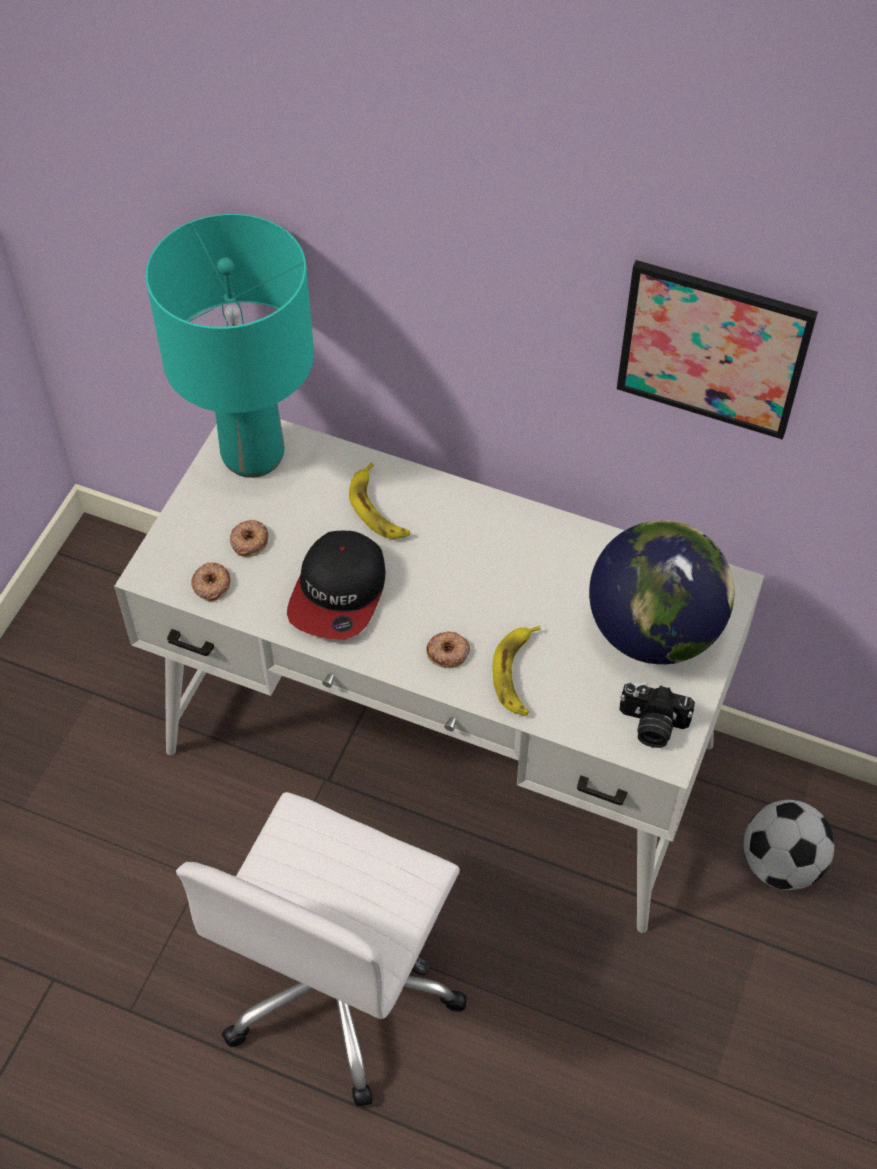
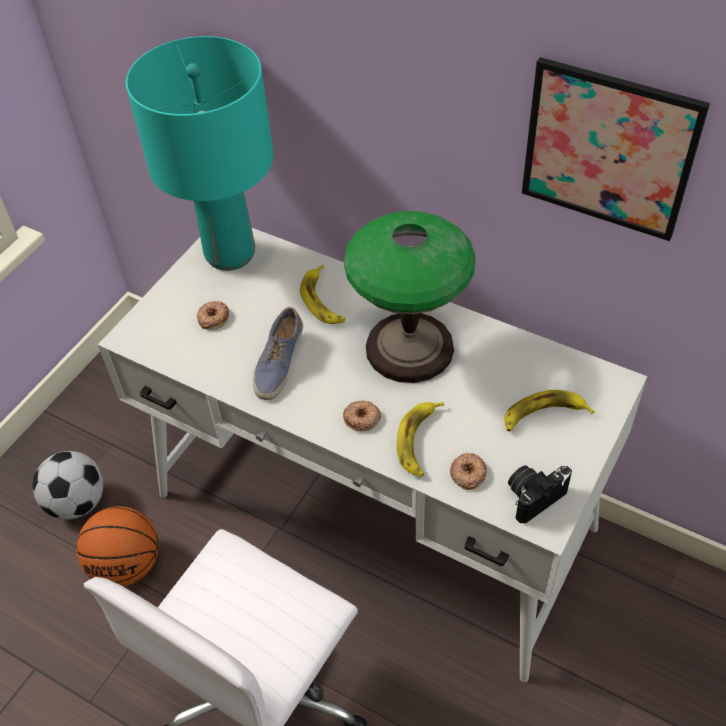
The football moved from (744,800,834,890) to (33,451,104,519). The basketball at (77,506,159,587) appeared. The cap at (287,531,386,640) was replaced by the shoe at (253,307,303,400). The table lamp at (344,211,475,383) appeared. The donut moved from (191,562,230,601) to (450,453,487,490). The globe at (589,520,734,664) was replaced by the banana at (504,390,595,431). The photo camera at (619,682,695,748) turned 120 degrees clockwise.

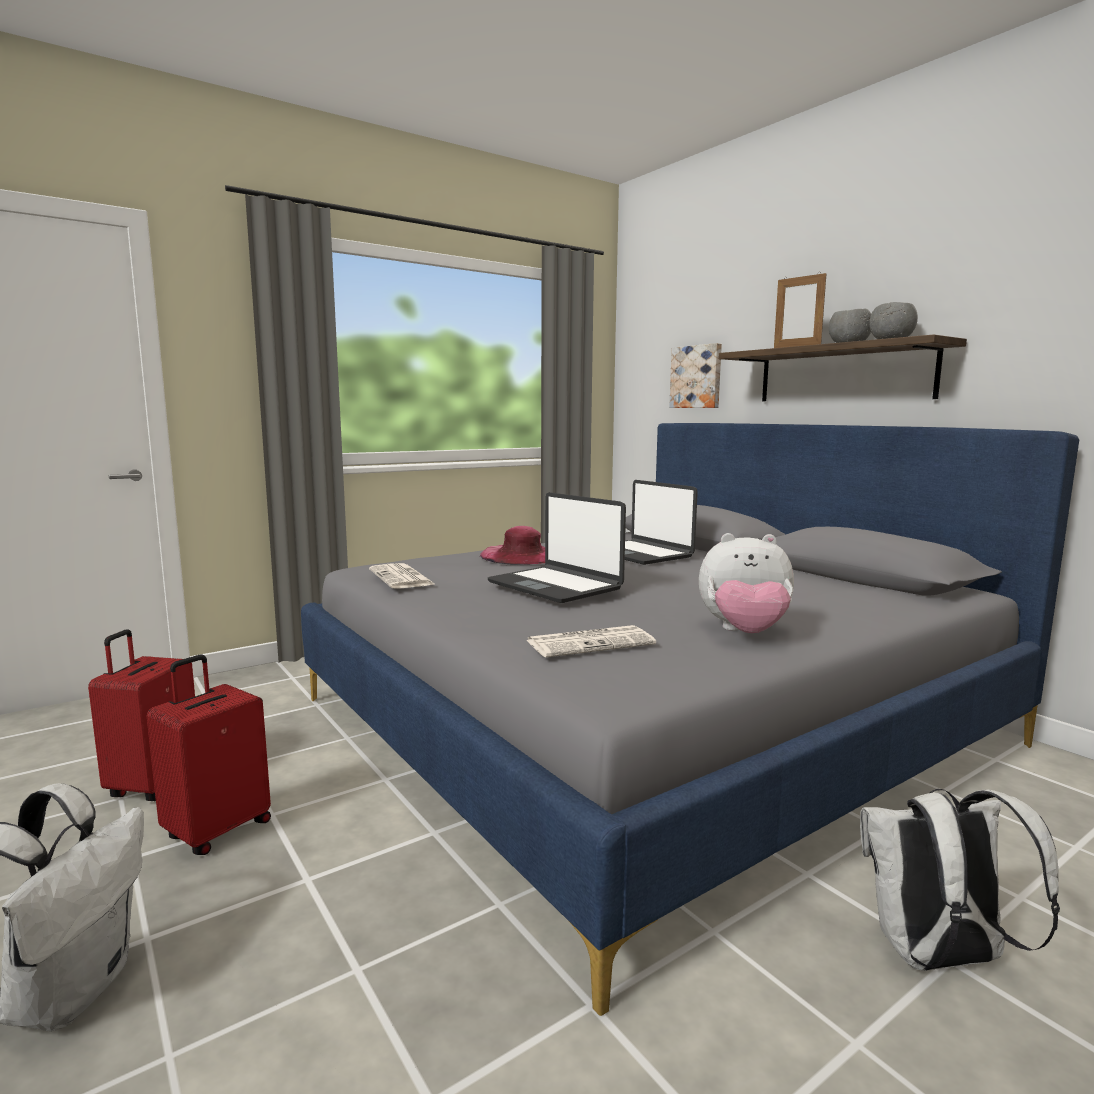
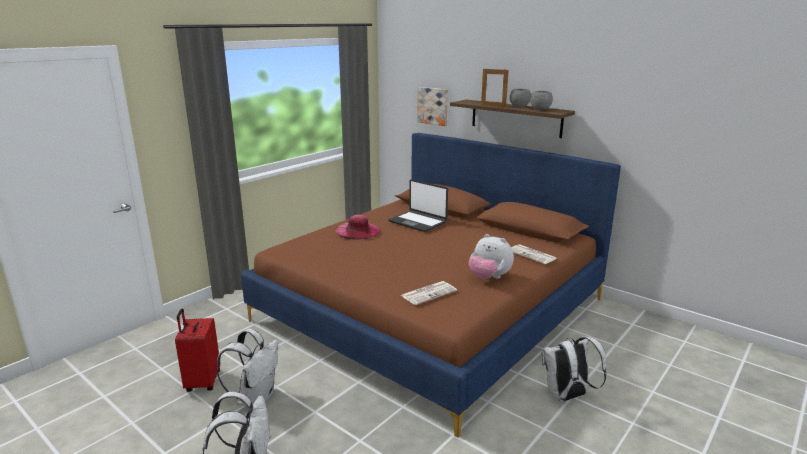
The suitcase in red at (147,655,271,855) was replaced by the backpack in white at (216,329,278,407). The bed in grey at (301,423,1079,1016) became the bed in brown at (241,133,621,438). The plush toy at (699,533,794,633) turned 45 degrees clockwise. The newspaper moved from (369,563,436,589) to (511,244,558,264). The laptop at (488,492,626,603) disappeared.

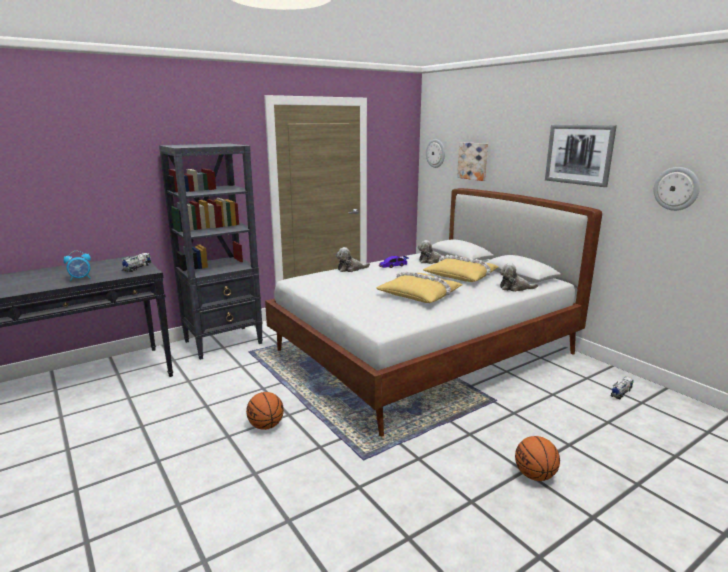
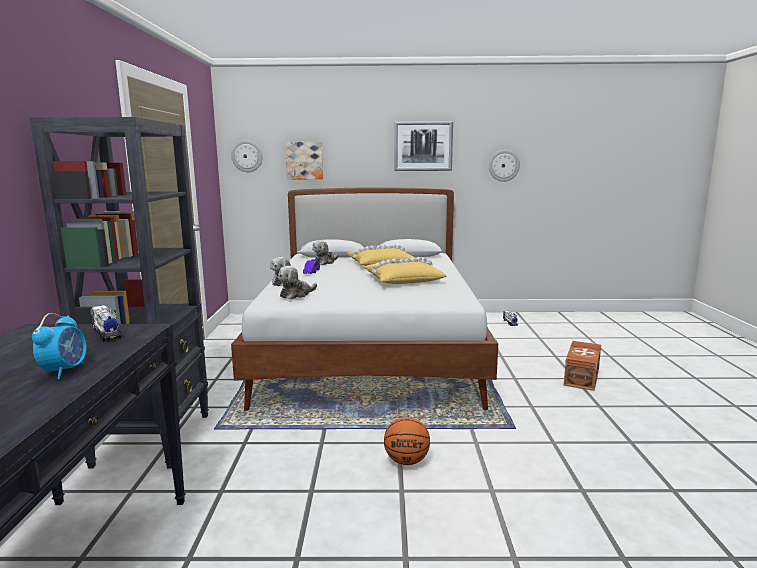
The plush toy moved from (499,263,538,292) to (278,266,317,299). The basketball at (515,436,560,481) was replaced by the storage box in brown at (564,341,601,391).

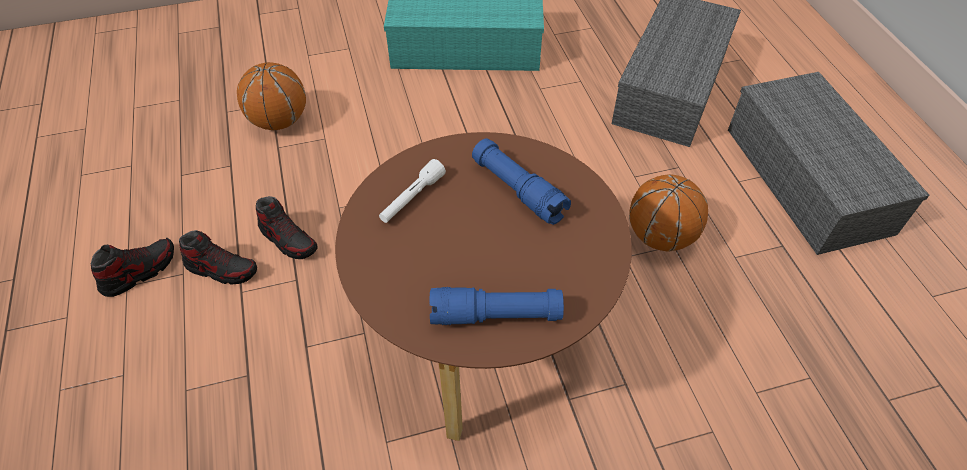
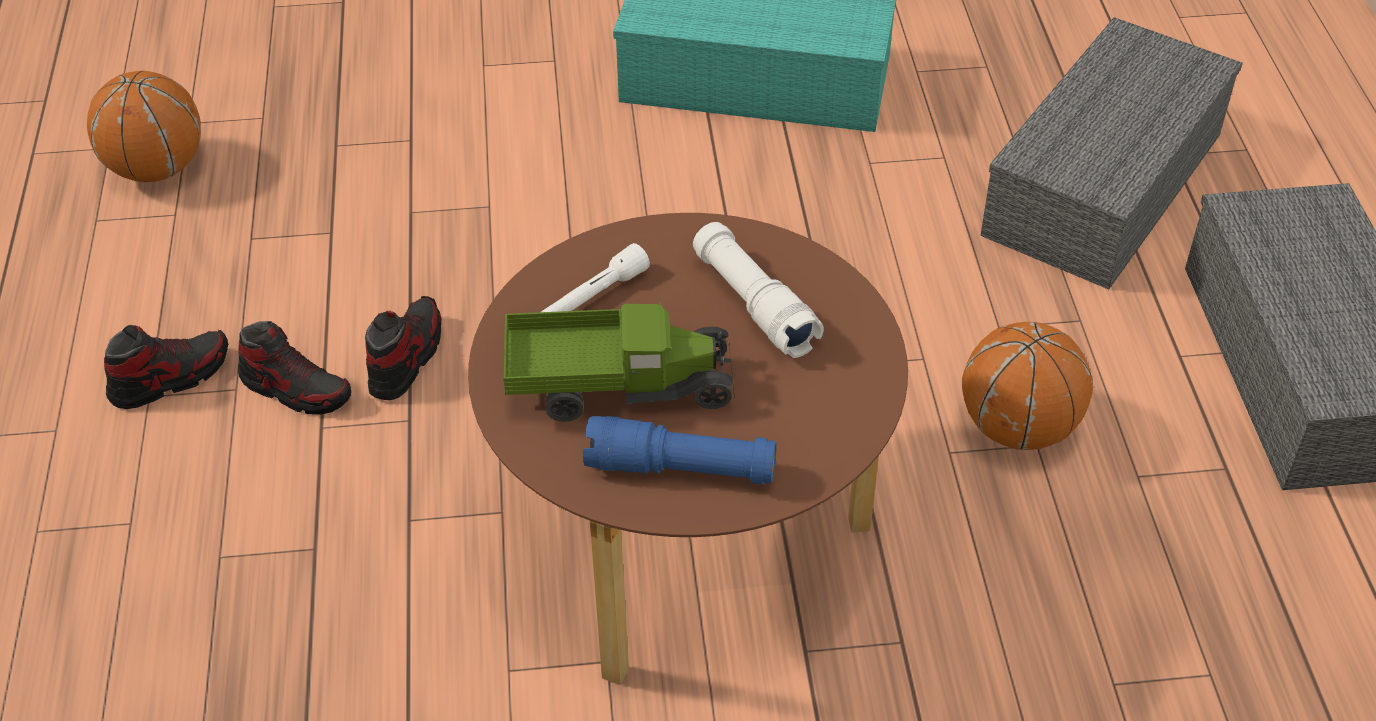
The basketball moved from (237,62,306,130) to (87,71,201,182). The shoe at (256,196,318,259) turned 120 degrees counterclockwise. The toy truck at (503,304,735,422) appeared. The flashlight in blue at (472,139,571,225) became the flashlight in white at (693,222,824,358).

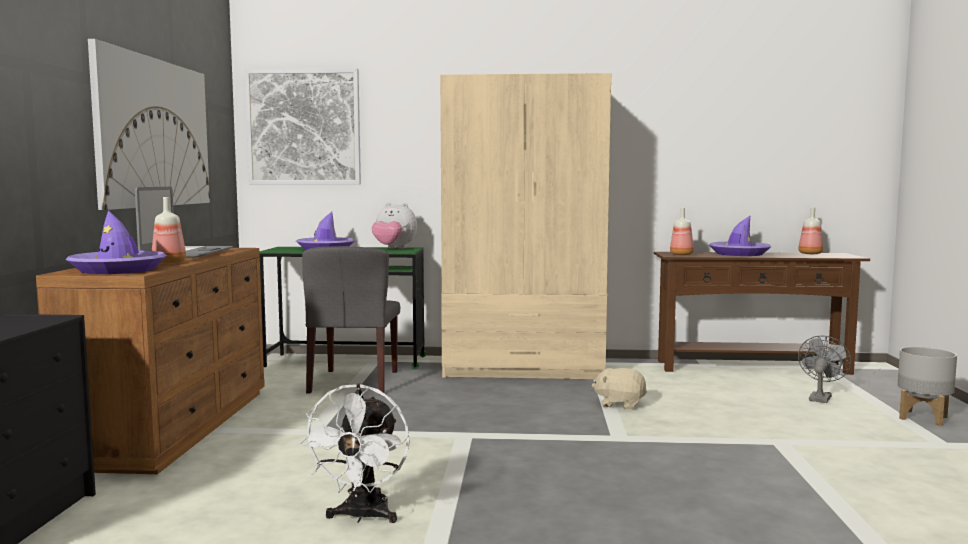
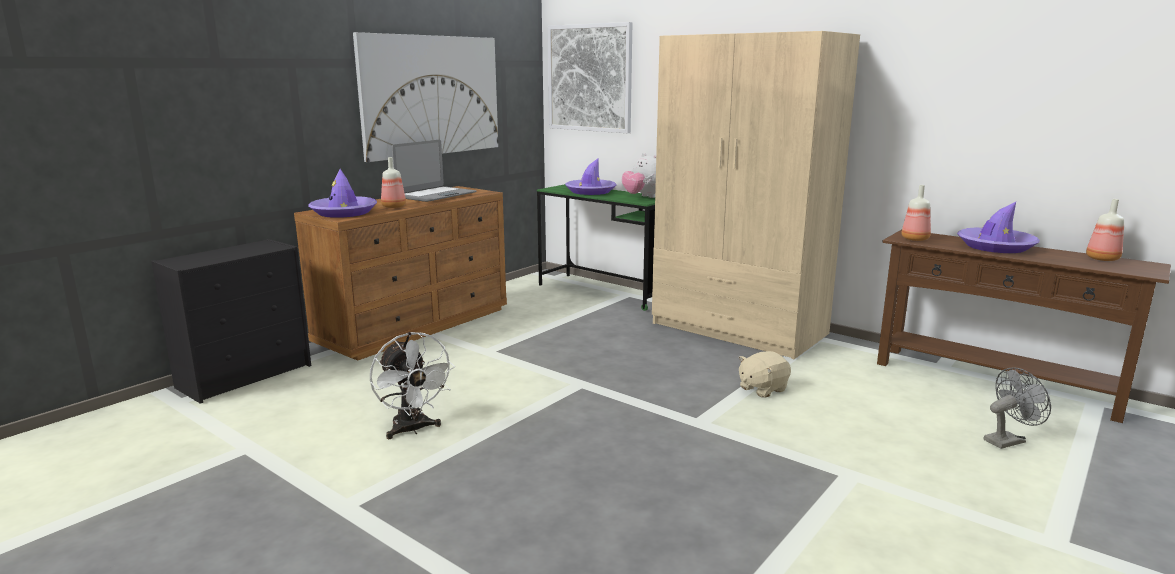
The fan in white at (299,383,410,523) turned 75 degrees counterclockwise. The plush toy in beige at (592,368,647,409) turned 90 degrees counterclockwise. The chair in grey at (302,246,400,394) disappeared. The planter in grey at (898,347,957,426) disappeared.

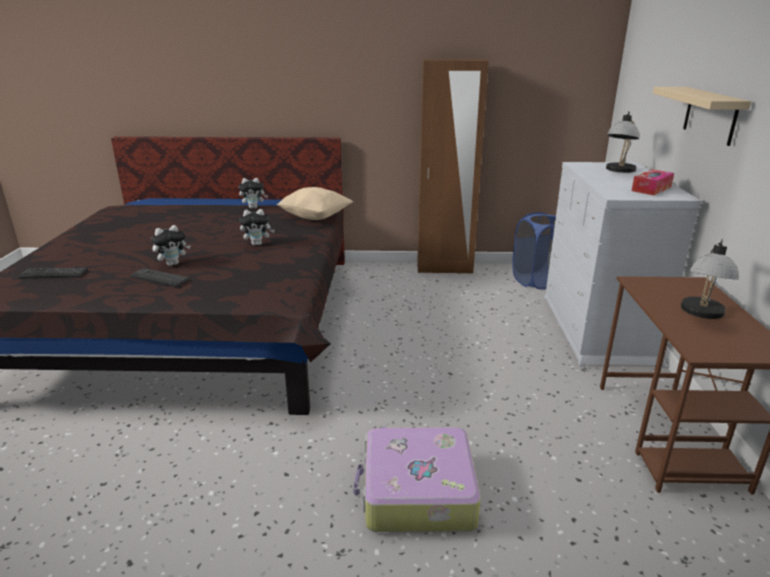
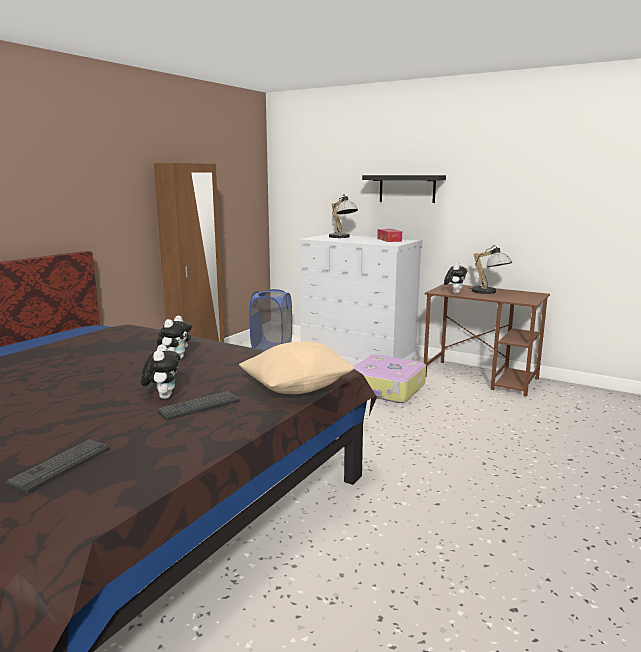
The pillow in beige moved from (277,187,353,220) to (239,341,355,394). The suitcase moved from (353,427,481,532) to (354,354,426,403). The shelf in beige at (653,87,751,146) became the shelf in black at (362,175,446,203). The plush toy moved from (239,178,268,209) to (444,263,467,294).

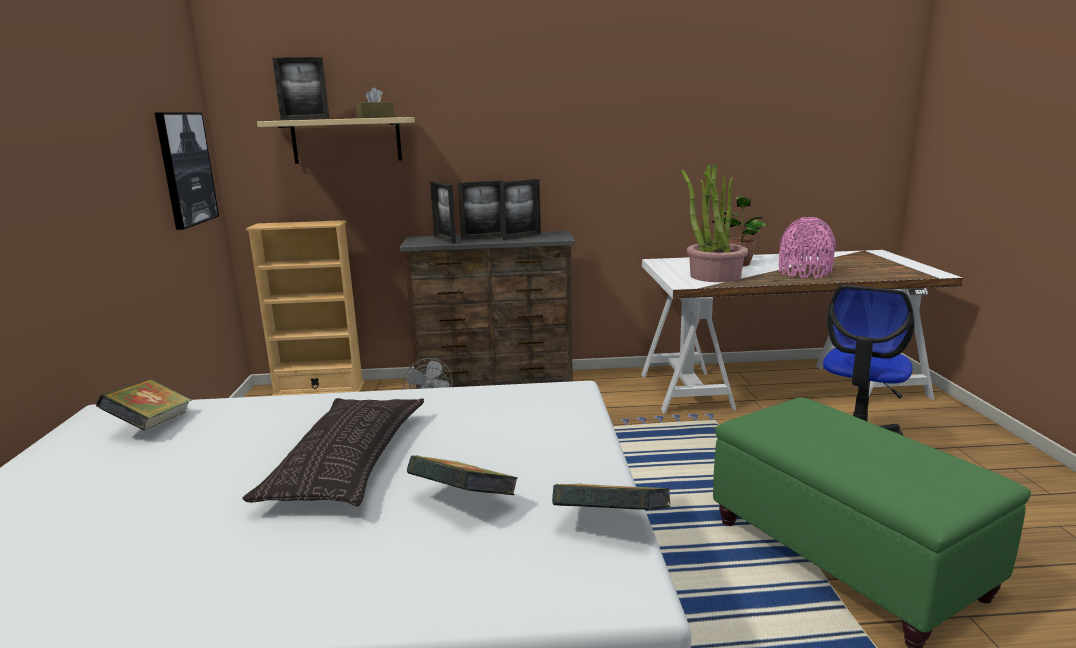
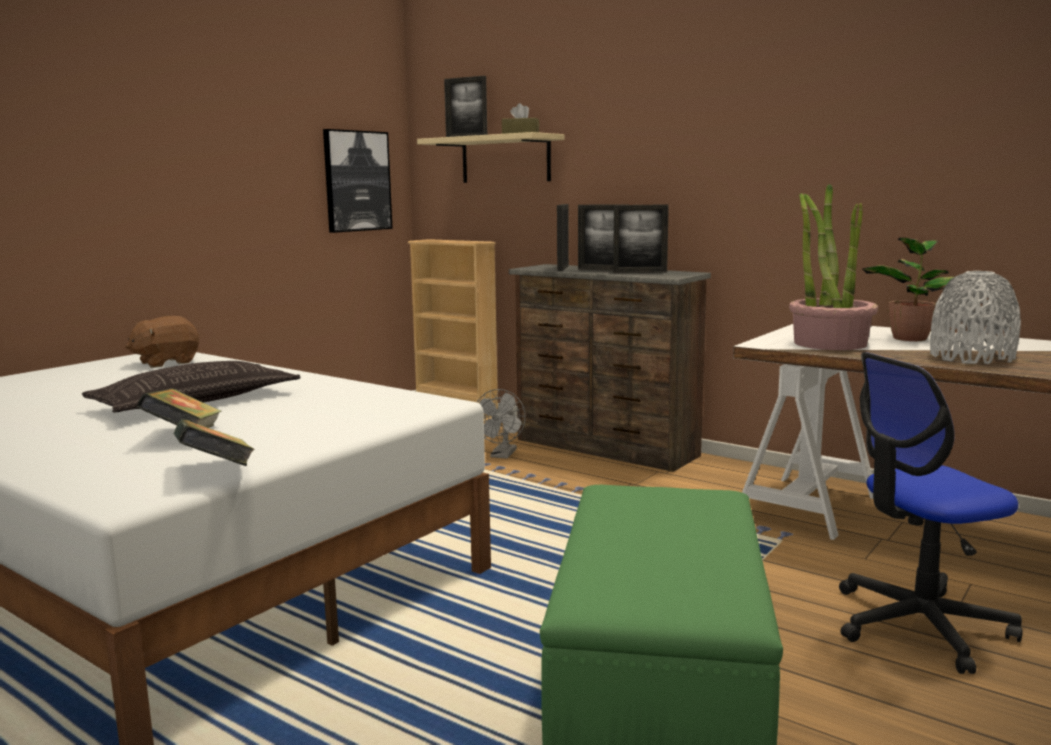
The book at (96,379,191,430) was replaced by the plush toy in brown at (125,316,199,368). The vase in pink at (779,217,836,278) became the vase in grey at (930,271,1021,364).

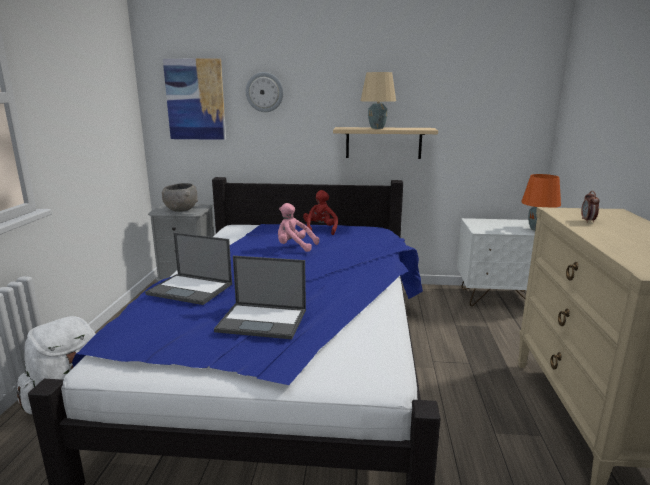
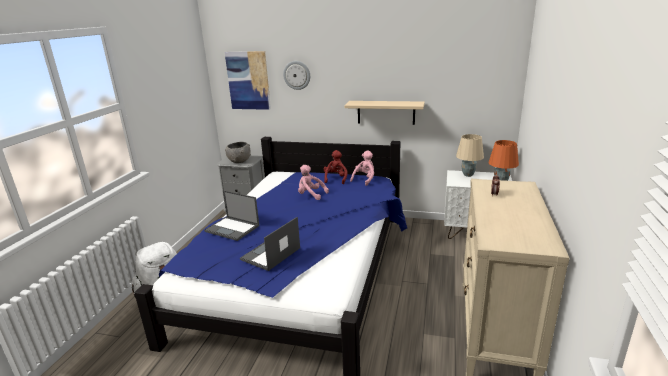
The laptop at (214,256,306,339) turned 105 degrees clockwise. The plush toy in pink at (350,150,374,186) appeared. The table lamp in beige moved from (361,72,396,129) to (456,134,484,177).

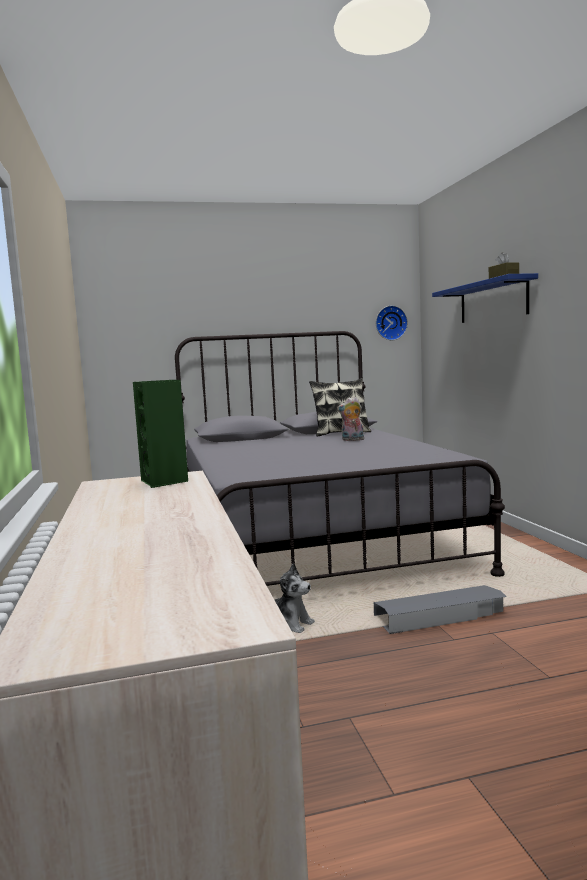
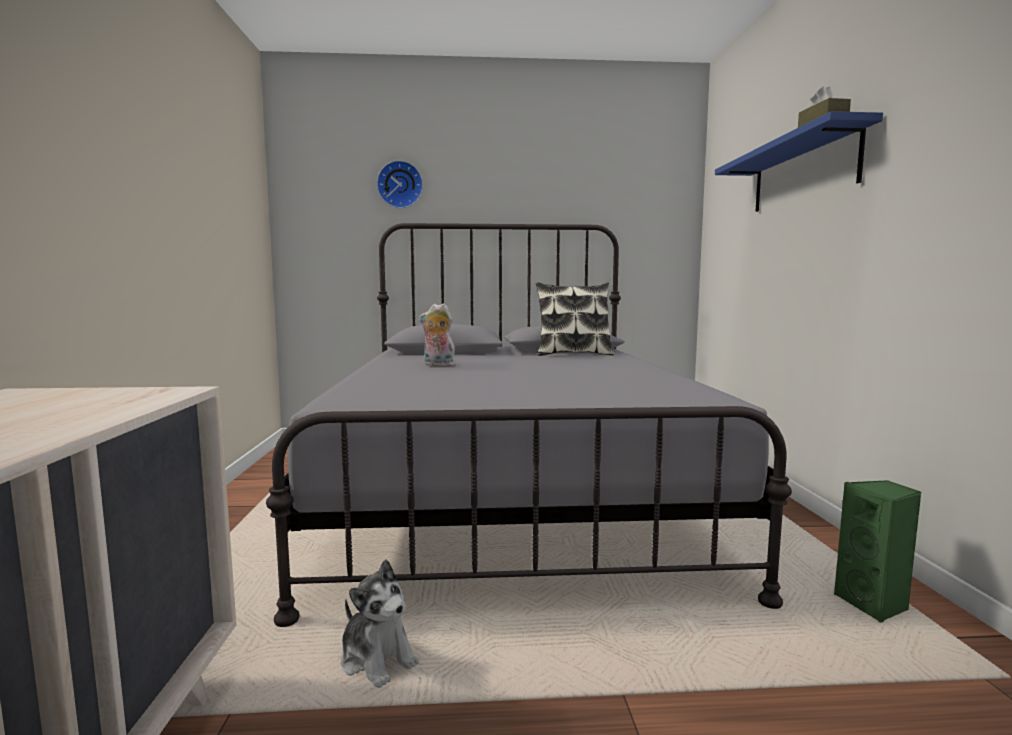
The wall clock moved from (376,305,408,340) to (377,160,423,208). The plush toy moved from (337,397,364,441) to (419,303,456,366). The speaker in green moved from (133,380,188,488) to (834,480,922,623). The storage box in grey at (374,585,507,634) disappeared.

